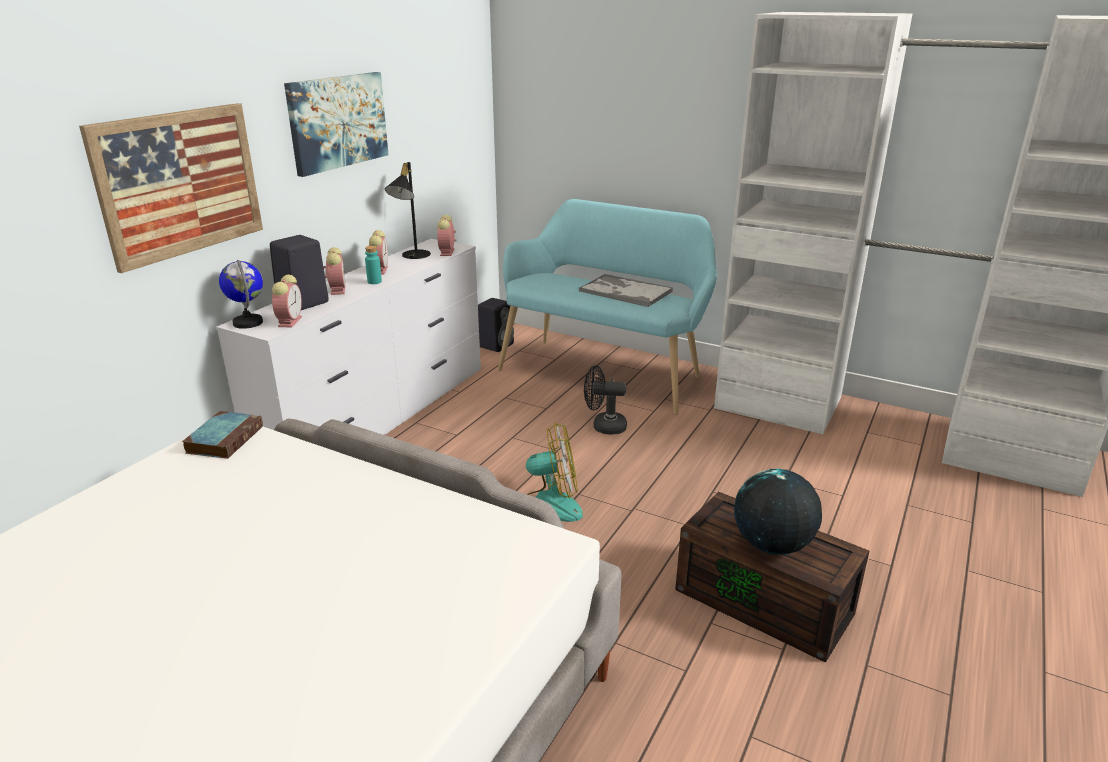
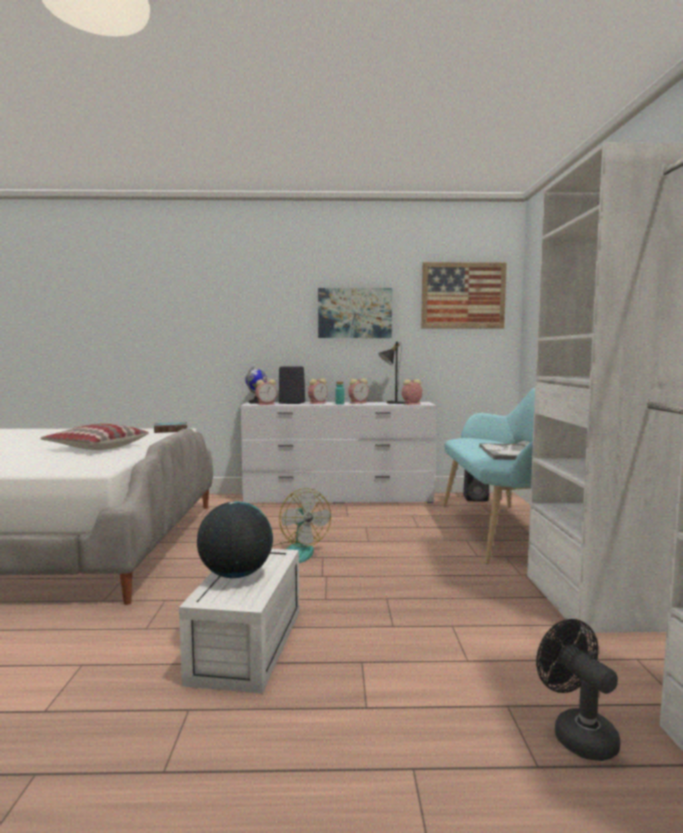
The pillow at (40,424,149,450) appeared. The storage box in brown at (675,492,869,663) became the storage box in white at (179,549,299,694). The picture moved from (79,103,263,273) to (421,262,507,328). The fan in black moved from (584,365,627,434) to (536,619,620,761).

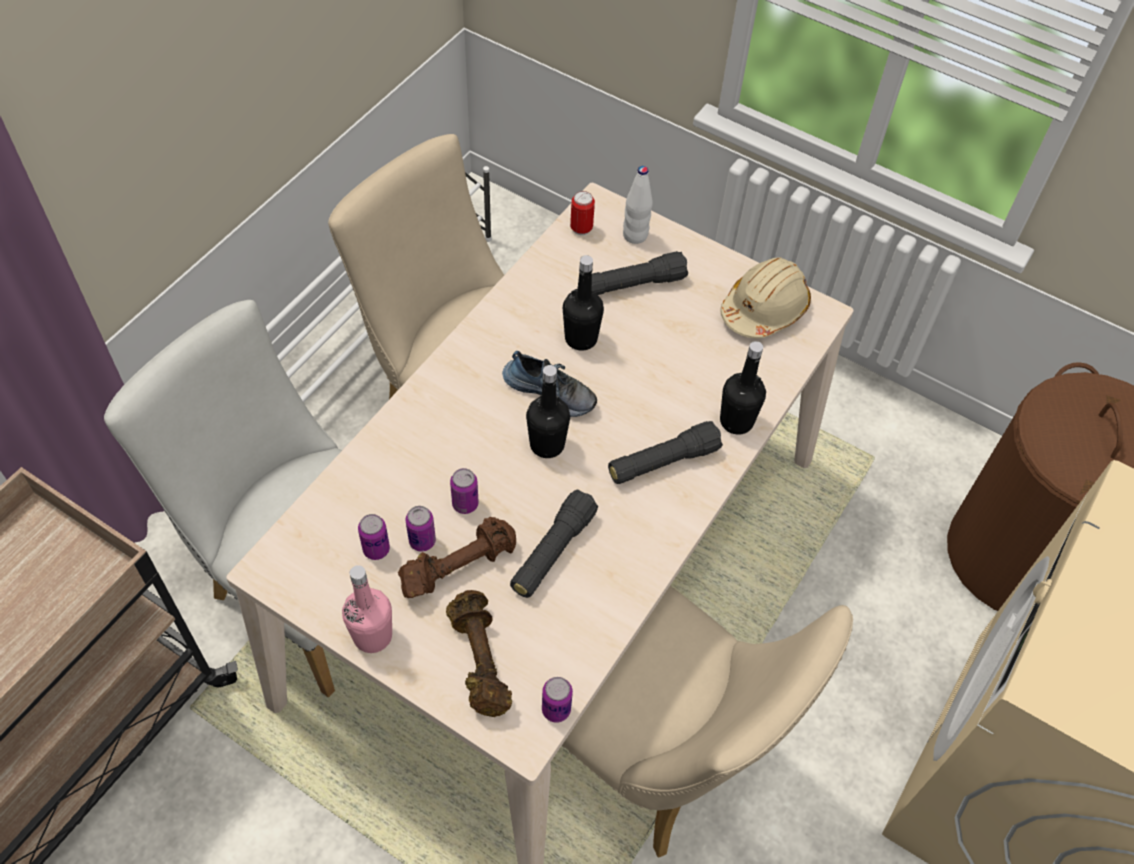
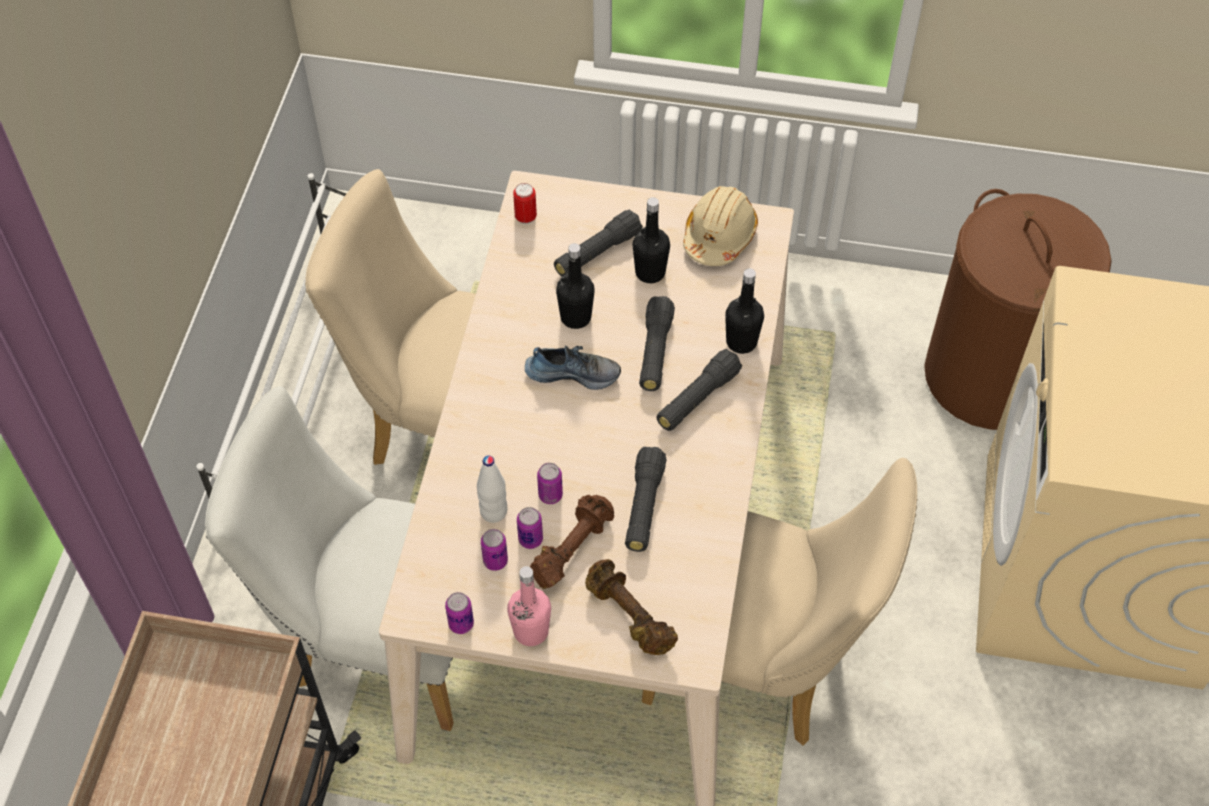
The can moved from (542,677,573,723) to (445,592,474,634). The bottle in white moved from (623,166,653,244) to (477,456,507,523). The bottle in black moved from (526,365,570,458) to (633,197,670,283). The flashlight in black at (639,296,675,391) appeared.

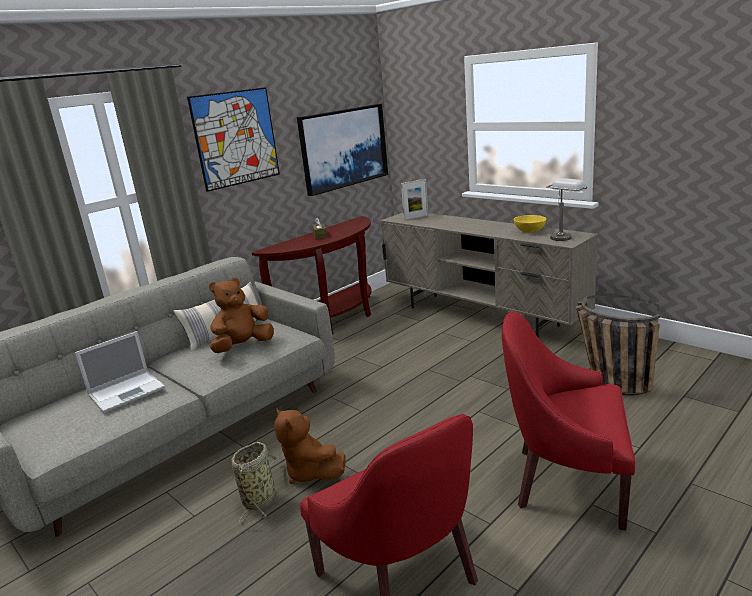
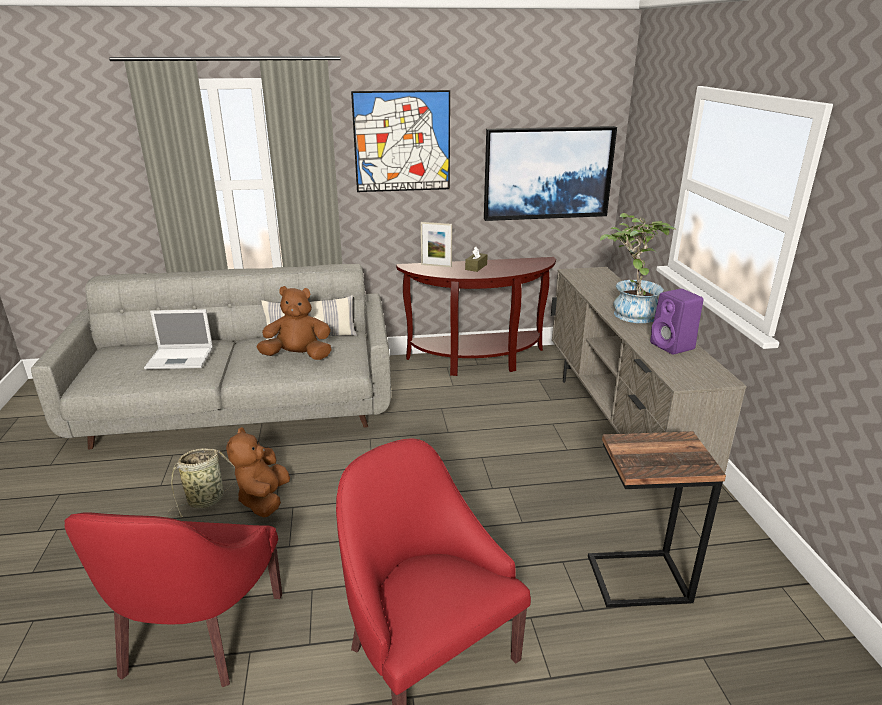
The picture frame moved from (401,179,428,220) to (421,222,452,267). The basket at (576,294,660,395) was replaced by the side table at (588,431,726,608). The potted plant at (600,213,676,323) appeared. The bowl in yellow at (514,215,546,233) was replaced by the speaker in purple at (650,289,703,355). The table lamp in grey at (546,178,587,241) disappeared.

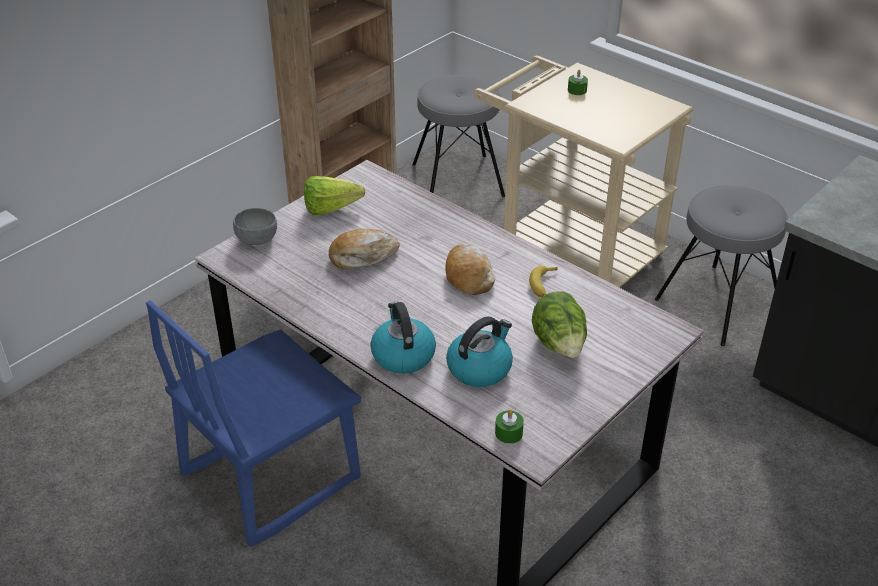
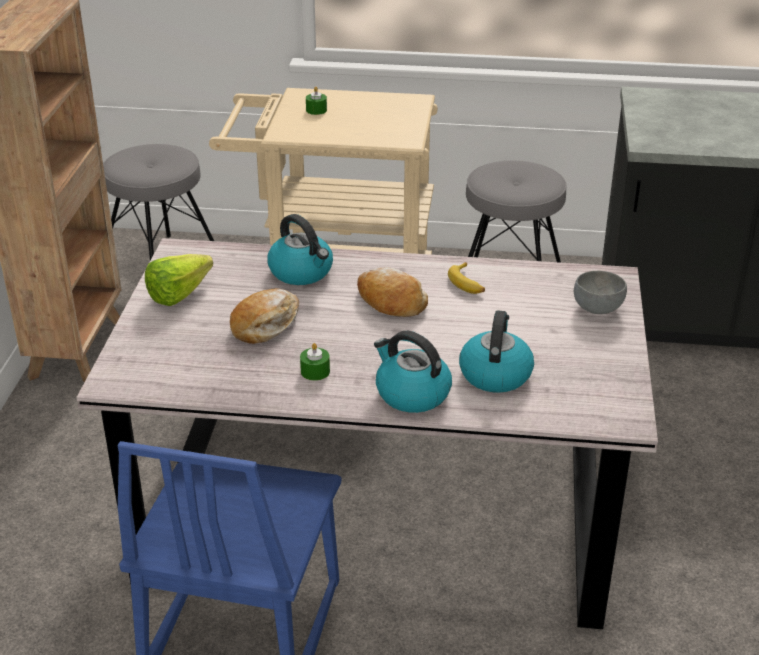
The kettle at (267,214,333,285) appeared. The candle in green moved from (495,409,524,444) to (300,343,330,381). The bowl in grey moved from (233,208,277,245) to (574,271,627,314). The lettuce at (532,291,587,358) disappeared.

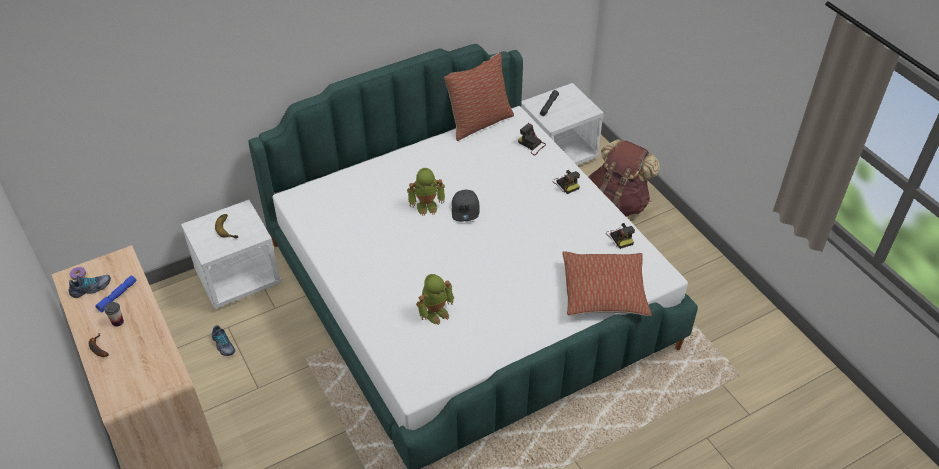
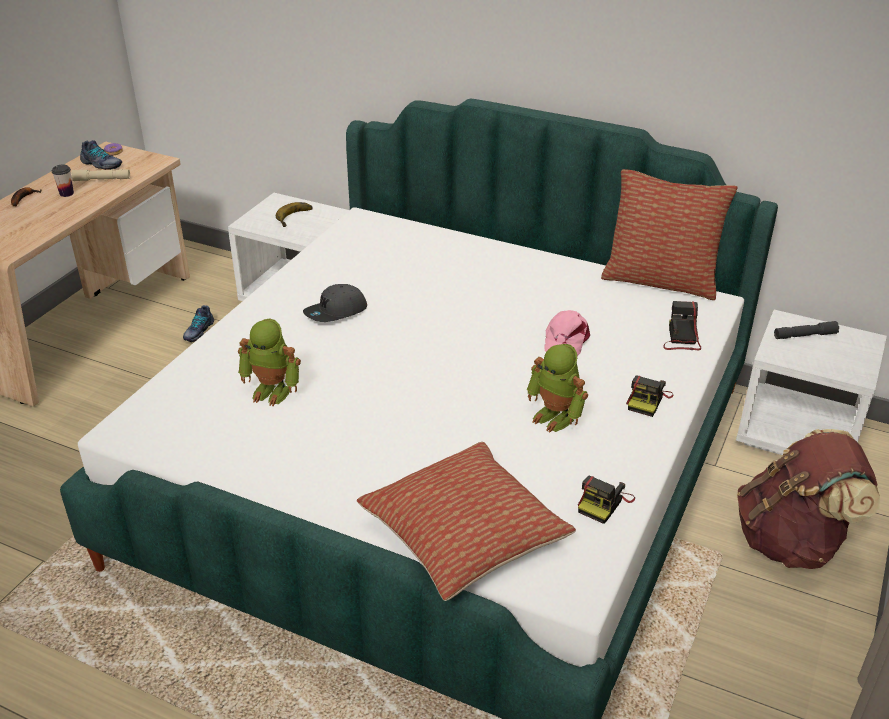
The flashlight in blue at (95,275,137,312) became the flashlight in beige at (71,169,130,181). The cap in grey moved from (452,190,480,221) to (303,284,367,322). The toy robot moved from (407,168,445,216) to (527,344,588,433). The cap in pink at (545,310,590,356) appeared.

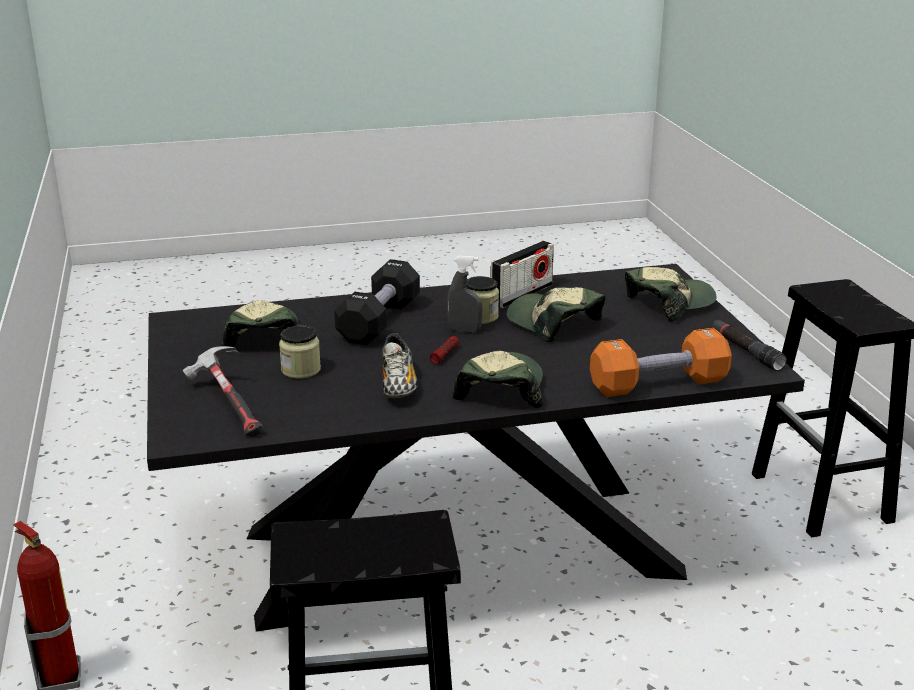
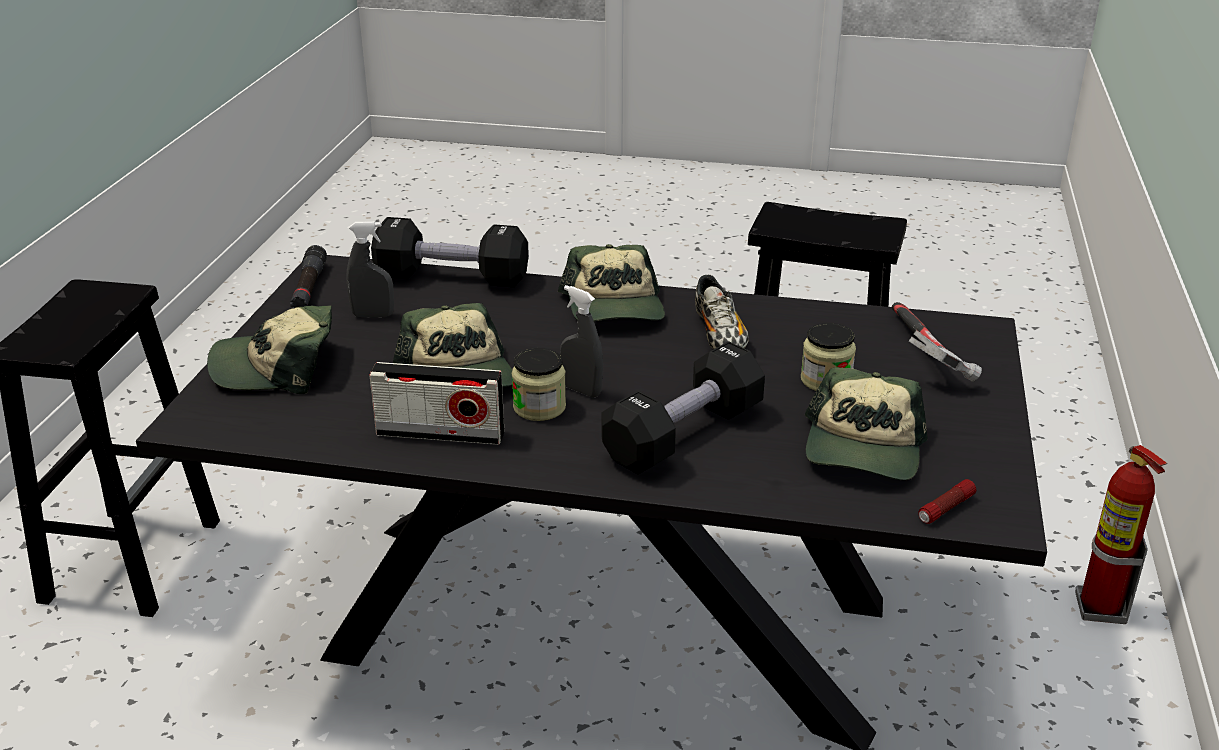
The spray bottle in grey at (346,221,394,317) appeared. The radio at (490,241,554,308) turned 150 degrees counterclockwise. The dumbbell in orange at (590,328,732,397) became the dumbbell in black at (371,217,529,287). The cap at (452,351,544,408) turned 45 degrees counterclockwise. The shoe at (382,333,417,398) turned 150 degrees clockwise. The flashlight moved from (430,336,459,364) to (918,479,976,524).

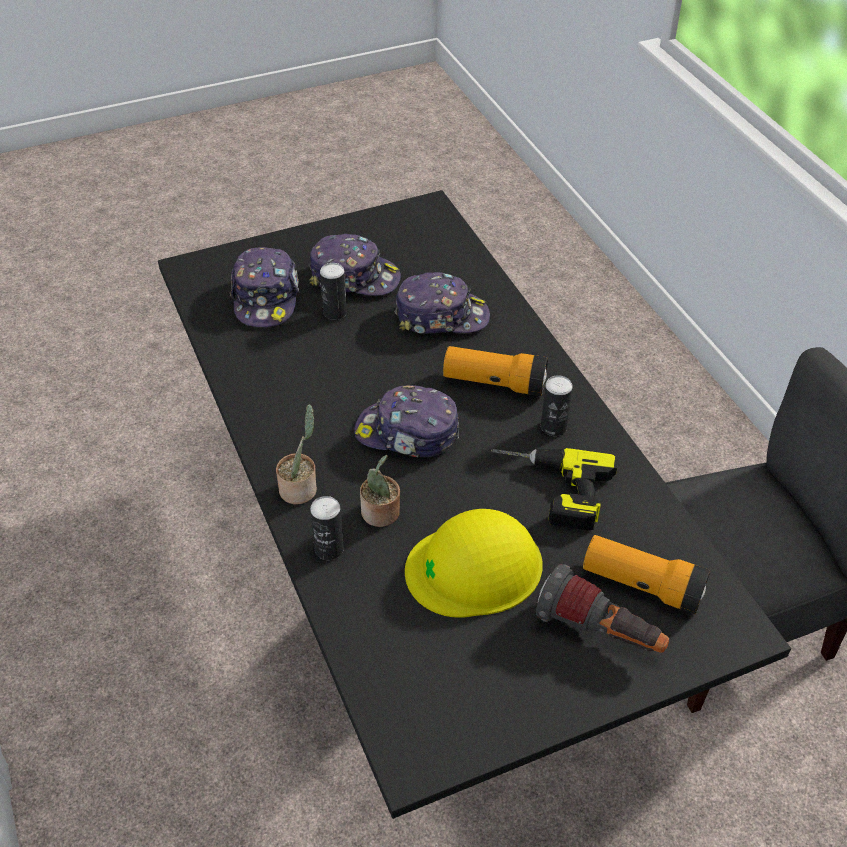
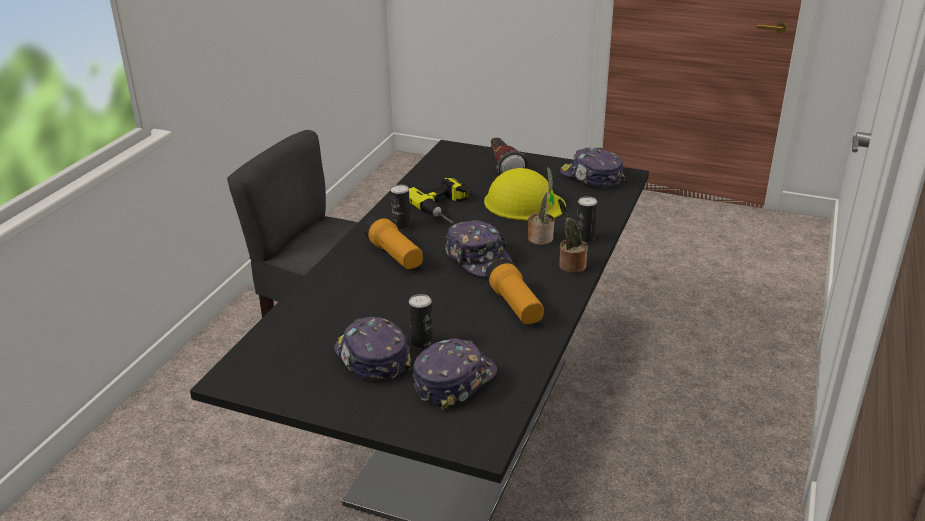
The flashlight moved from (583,535,710,614) to (485,258,544,324). The cap moved from (394,272,490,334) to (560,148,625,188).

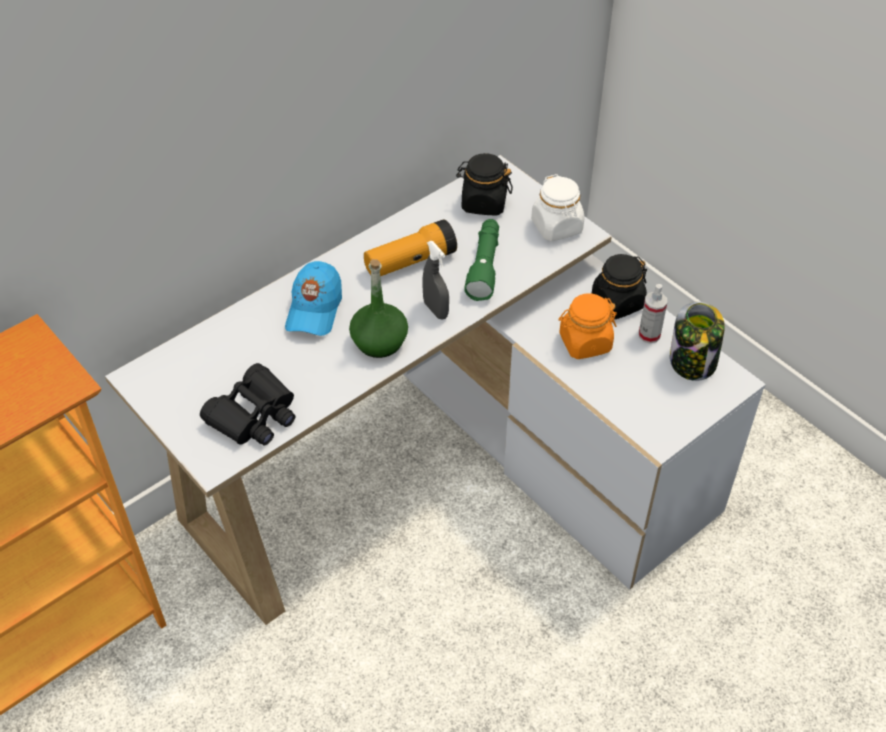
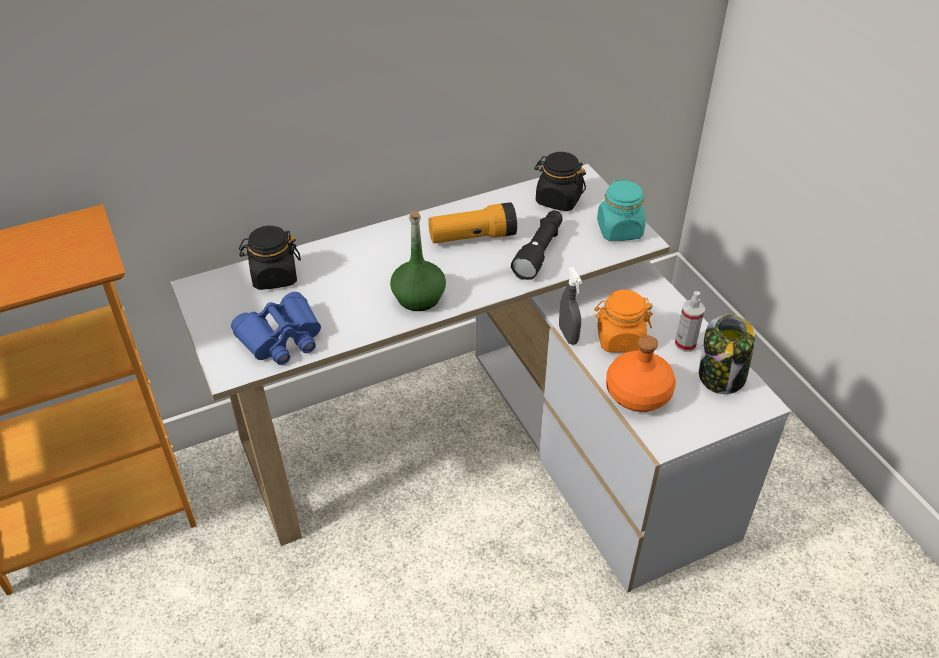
The binoculars in black at (200,363,295,445) became the binoculars in blue at (231,292,321,365). The jar in black moved from (591,254,647,319) to (239,226,301,290). The flashlight in green at (464,219,499,301) became the flashlight in black at (511,210,563,280). The spray bottle in grey moved from (422,241,449,319) to (559,267,582,345). The jar in white at (531,174,585,241) became the jar in turquoise at (597,179,646,241). The bottle in orange at (606,335,676,412) appeared. The cap in blue at (285,261,342,336) disappeared.

